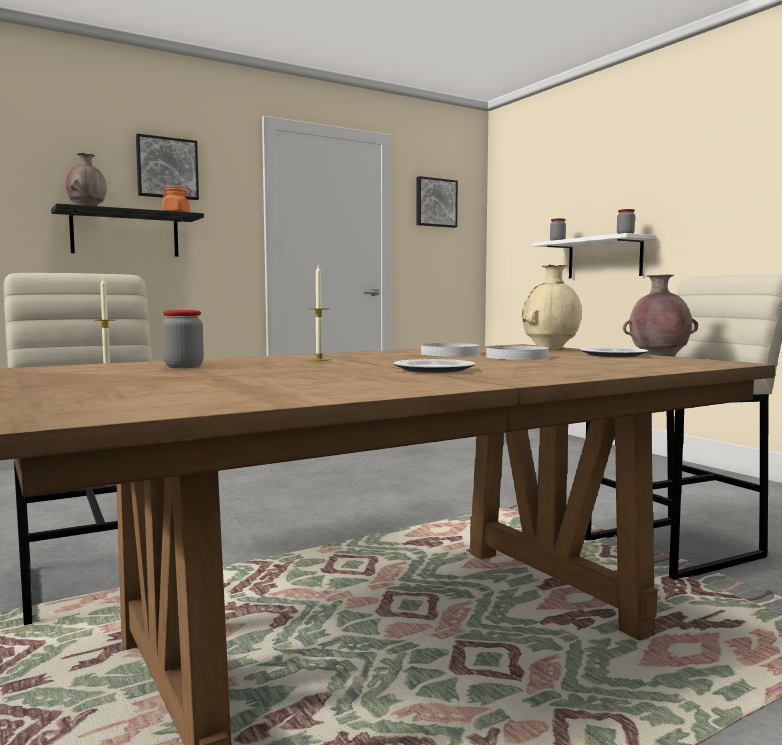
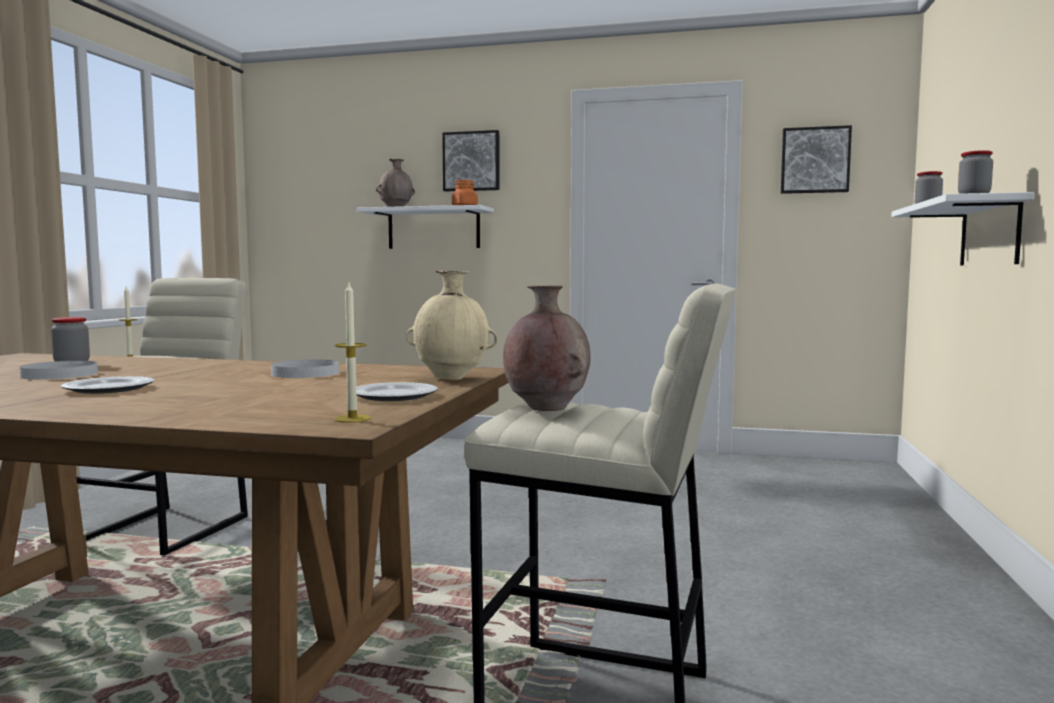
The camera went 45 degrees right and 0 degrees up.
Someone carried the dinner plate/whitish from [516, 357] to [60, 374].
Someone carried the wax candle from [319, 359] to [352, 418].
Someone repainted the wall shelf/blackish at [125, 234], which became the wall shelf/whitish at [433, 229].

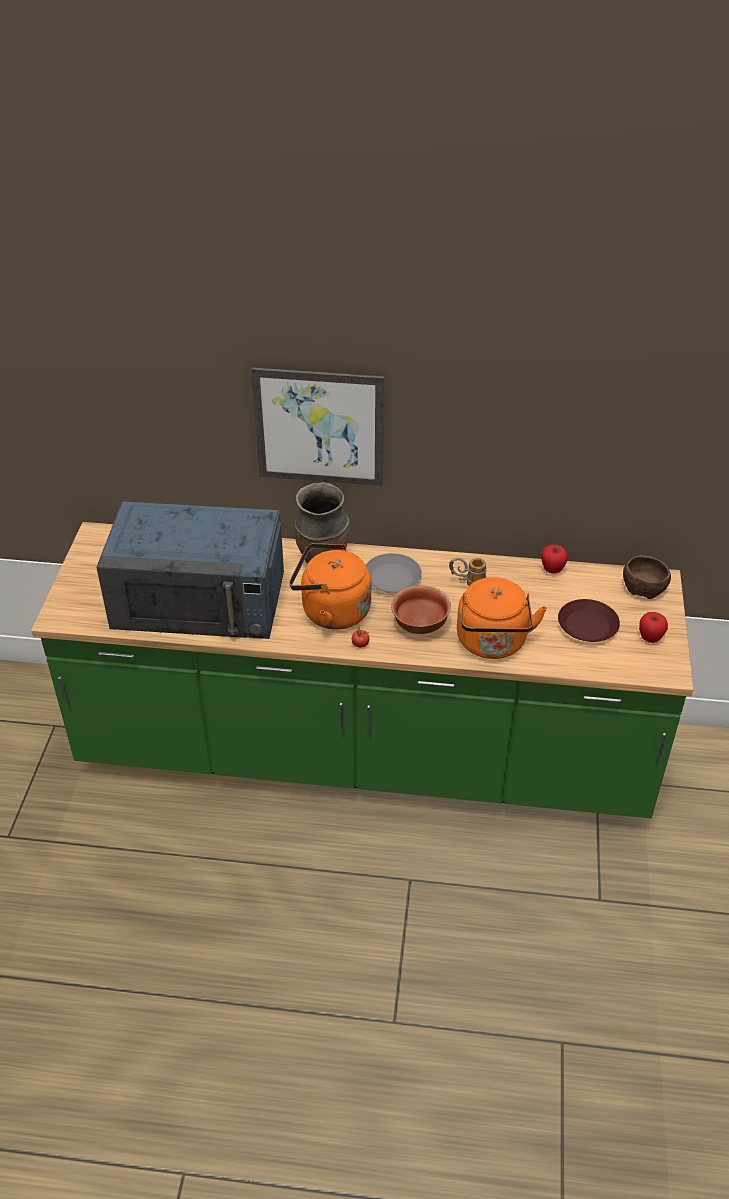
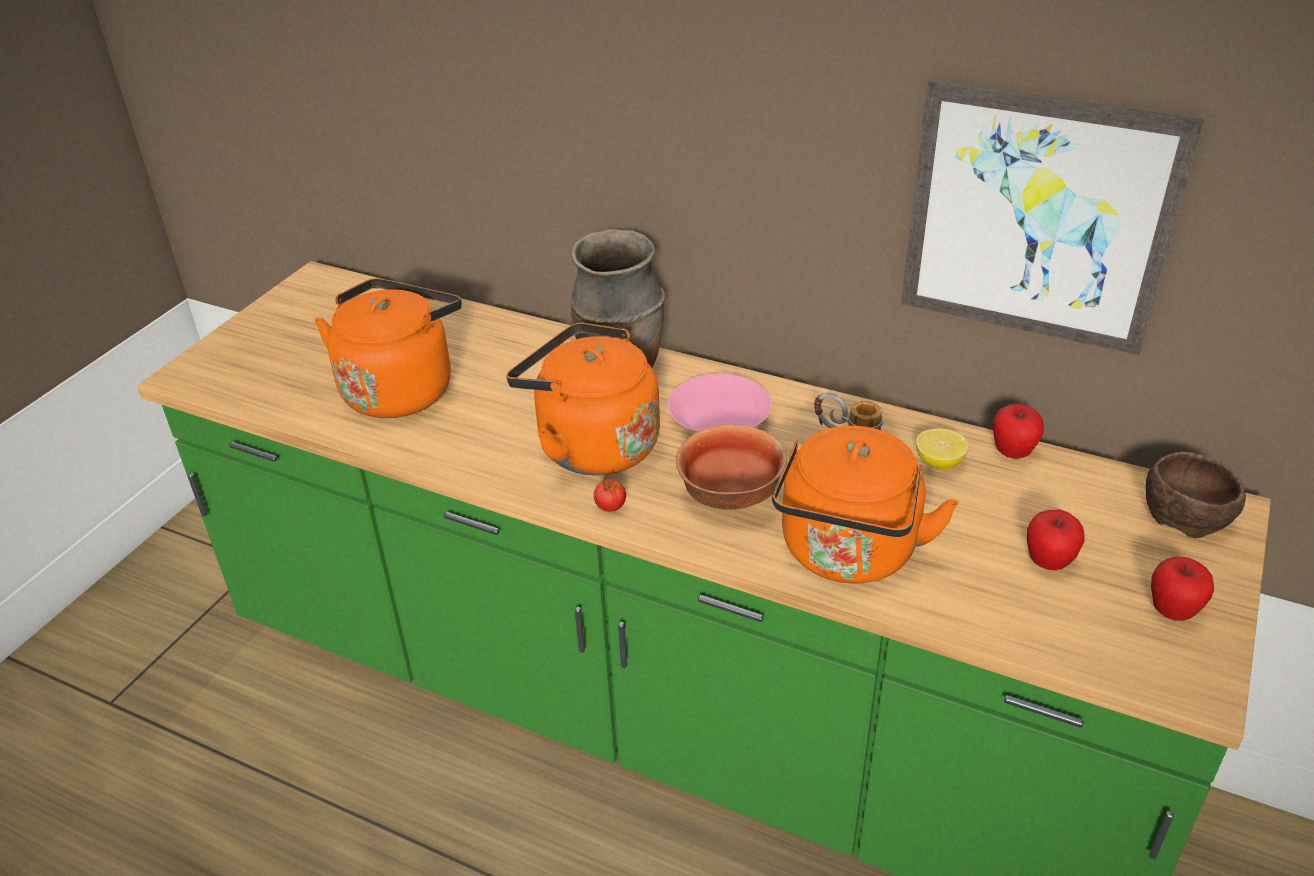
The camera went 20 degrees right and 5 degrees down.
Someone swapped the microwave oven/blue-coloured at [200, 599] for the tea kettle/orangey at [401, 388].
Someone repainted the dinner plate/greyish at [391, 578], which became the dinner plate/pink at [718, 414].
Someone carried the wall picture from [319, 427] to [1037, 219].
Someone put down the lemon at [939, 462].
Someone swapped the dinner plate/brown-coloured at [588, 626] for the apple at [1048, 562].

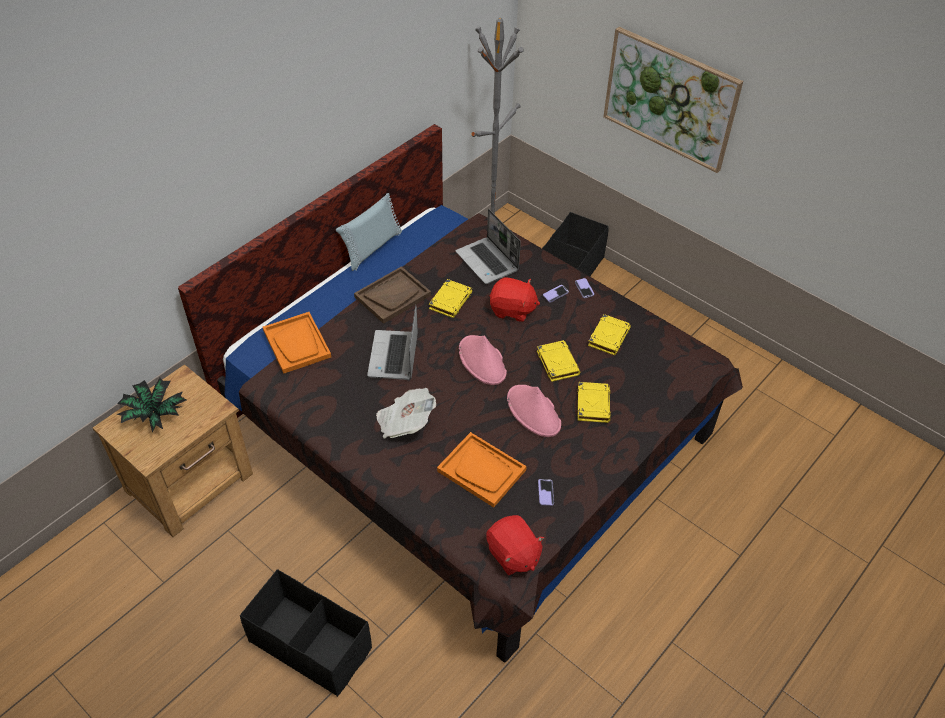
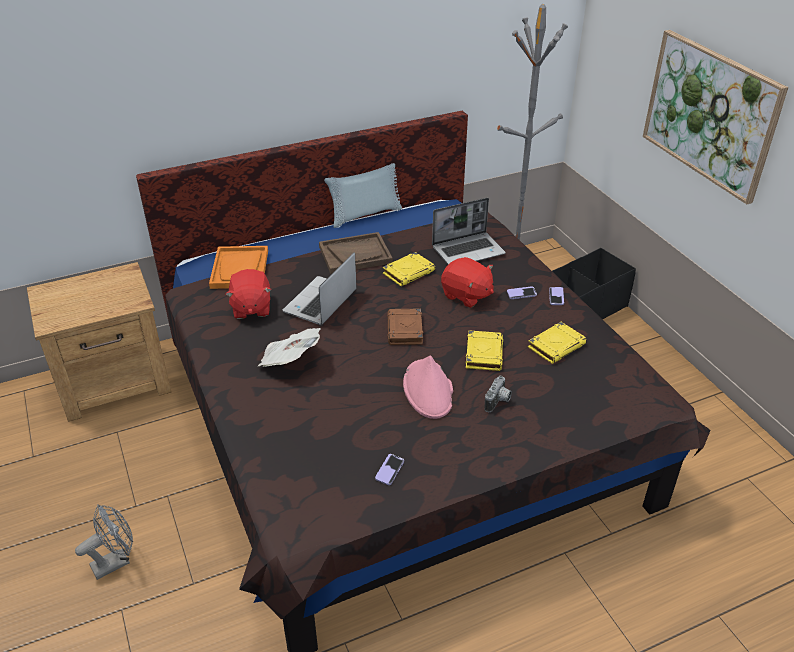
The camera went 25 degrees right and 10 degrees down.
Someone swapped the storage box/blackish at [311, 644] for the cooling fan/greyish at [116, 561].
Someone carried the soft toy/red from [513, 555] to [251, 308].
Someone swapped the clothing hat/pink at [482, 361] for the volume/brown-coloured at [405, 330].
Someone rotated the portable computer at [488, 262] by 105 degrees counterclockwise.
Someone swapped the volume/yellow at [593, 404] for the still camera at [498, 402].
Someone took away the potted plant at [154, 415].
Someone took away the tray/orangey at [482, 470].

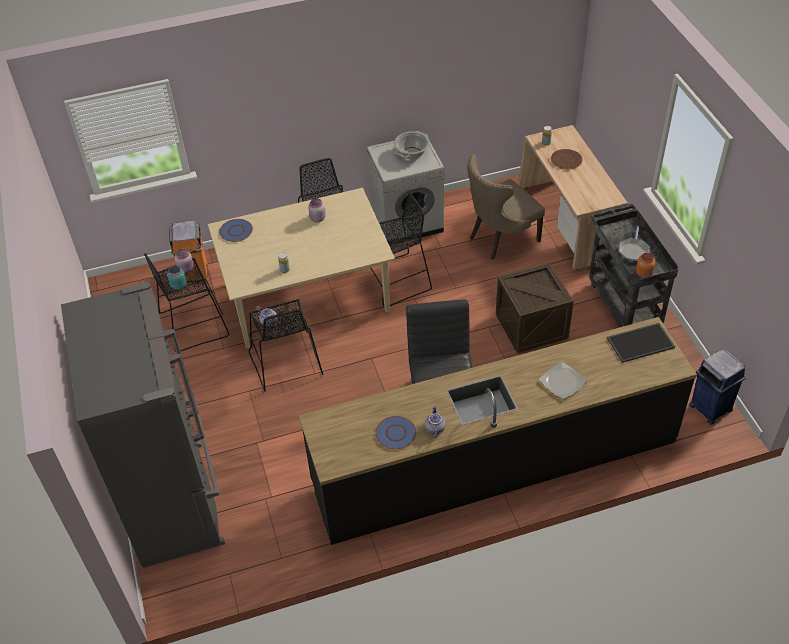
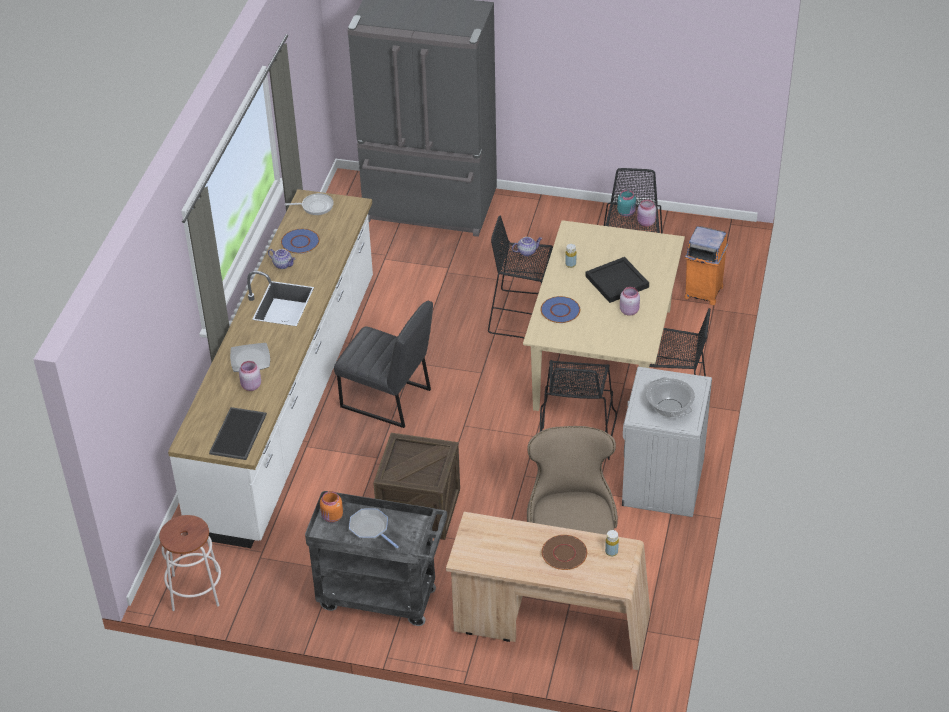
The camera went 120 degrees right and 5 degrees down.
Someone swapped the waste bin/blue-coloured at [710, 407] for the sitting stool/whitish at [195, 590].
Someone repainted the kitchen counter/blackish at [494, 462], which became the kitchen counter/whitish at [289, 402].
Someone put down the preserve jar/pink at [250, 386].
Someone put down the skillet at [315, 206].
Someone carried the dinner plate/blue-coloured from [236, 231] to [560, 310].
Someone put down the tray/blackish at [617, 281].

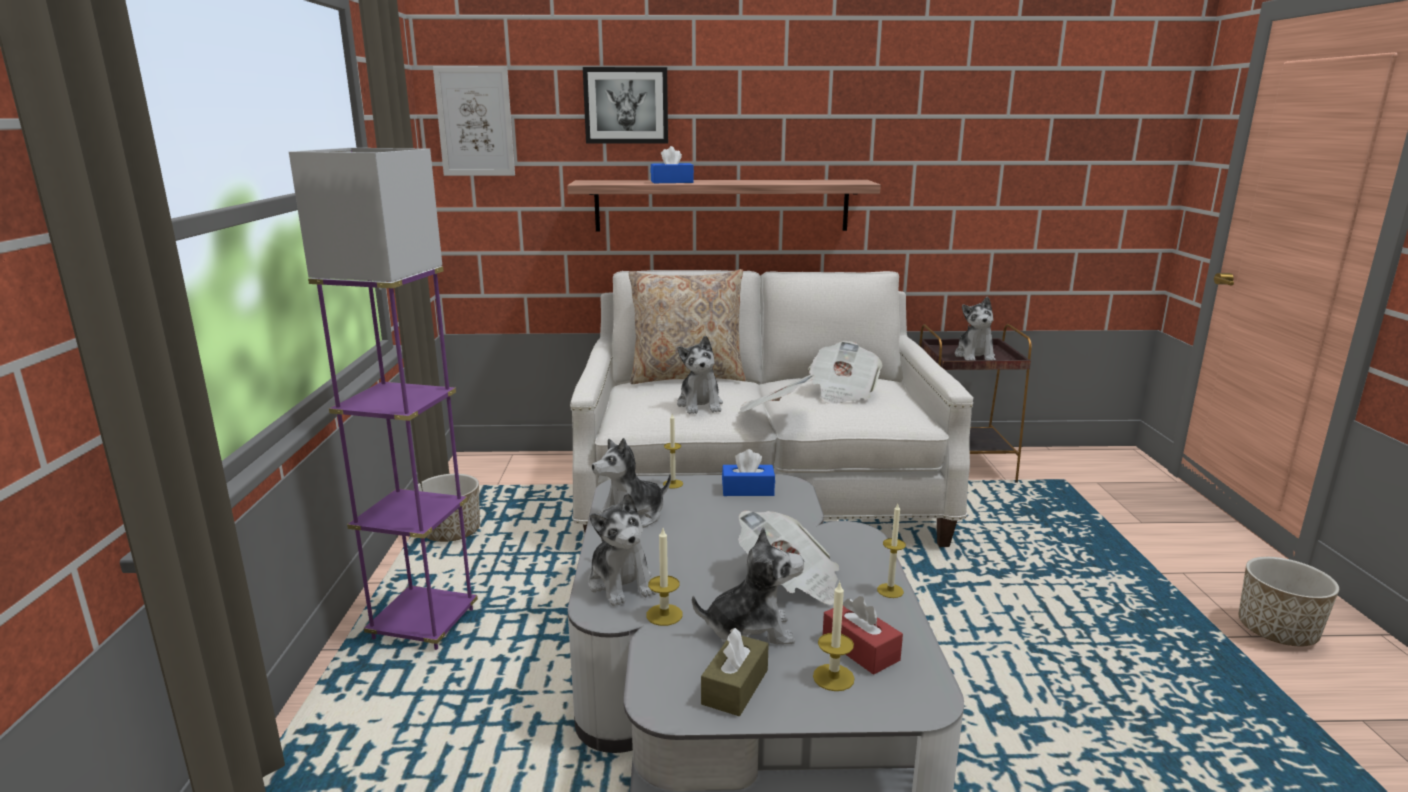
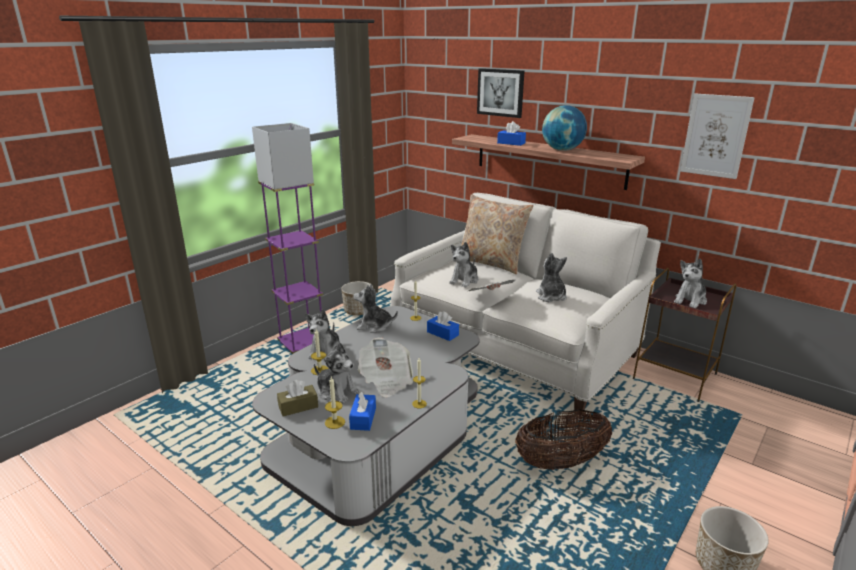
The camera went 40 degrees right and 5 degrees up.
Someone repainted the tissue box/red at [860, 649], which became the tissue box/blue-coloured at [363, 418].
Someone put down the household basket at [560, 462].
Someone swapped the newspaper at [842, 392] for the soft toy at [551, 297].
Someone put down the globe at [562, 150].
Someone carried the wall picture from [475, 122] to [715, 136].

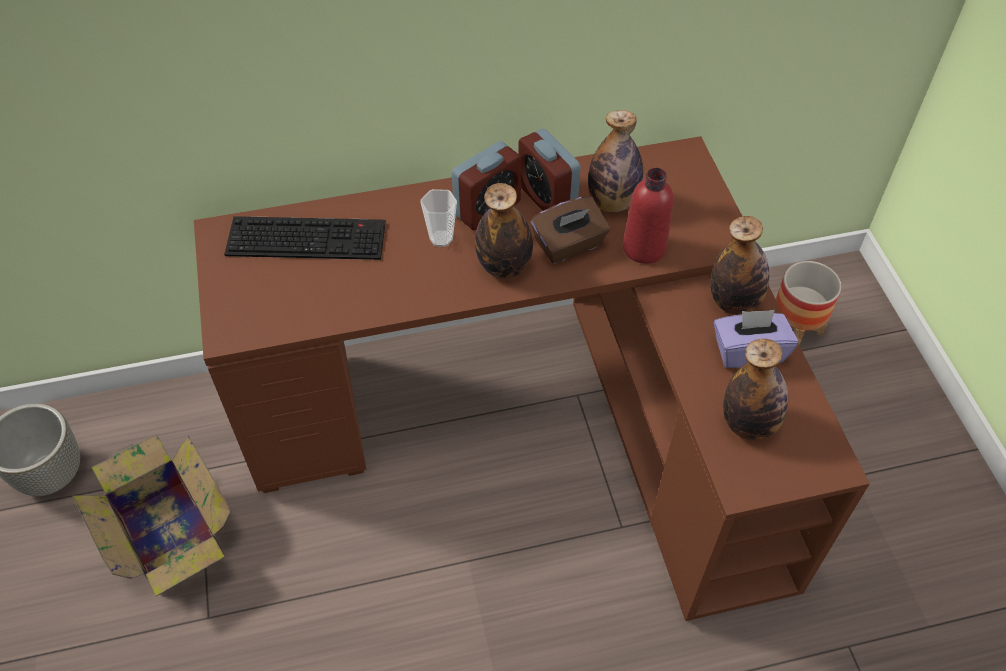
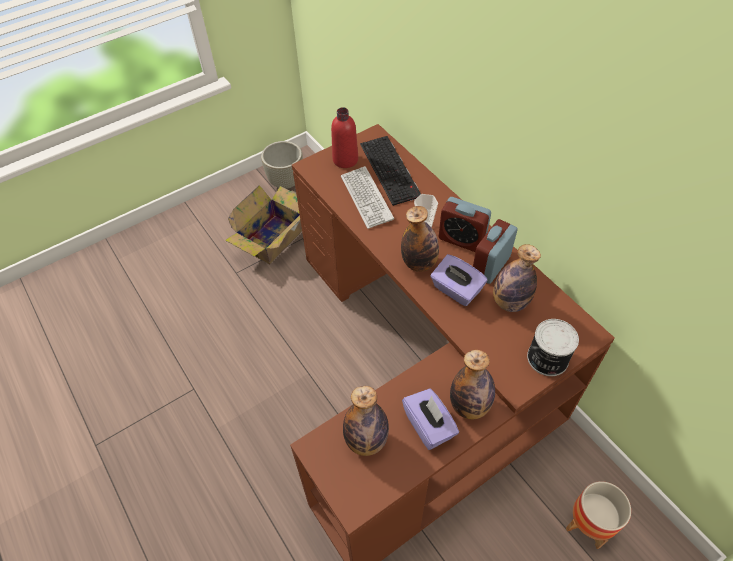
The camera went 70 degrees right and 0 degrees up.
Someone carried the drink bottle/red from [644, 248] to [345, 160].
Someone put down the computer keyboard at [366, 198].
Someone repainted the tissue box/brown-coloured at [569, 245], which became the tissue box/purple at [456, 290].
Someone put down the can at [547, 359].

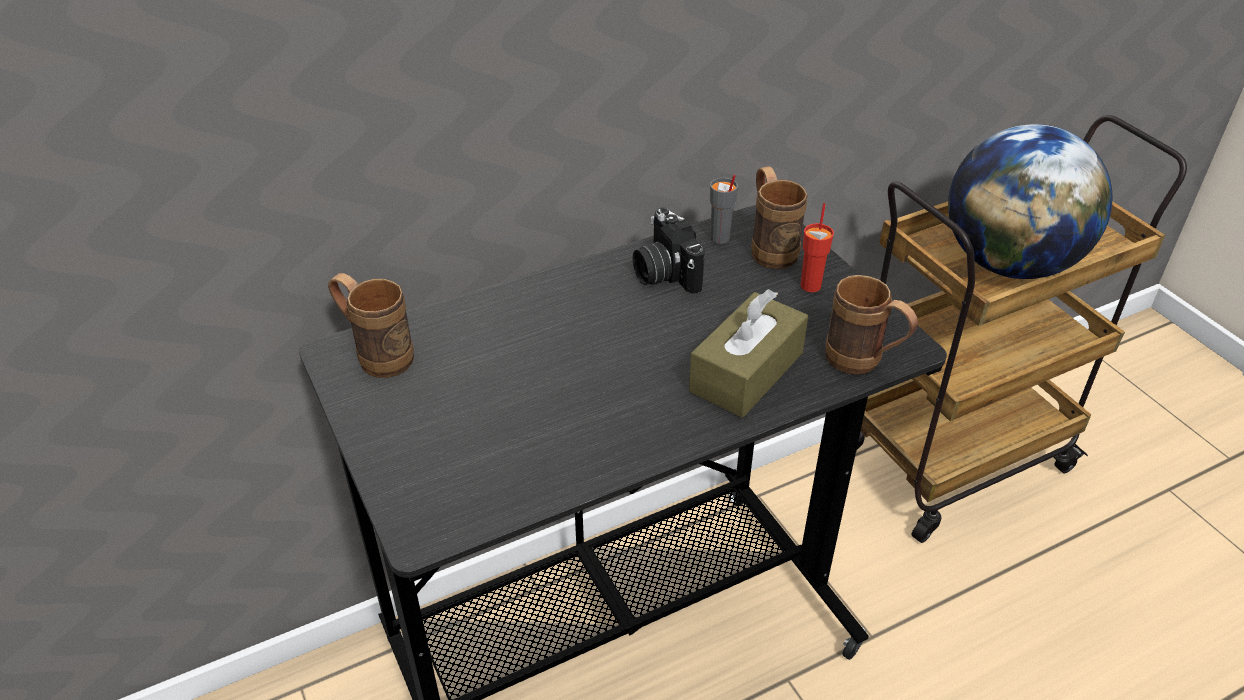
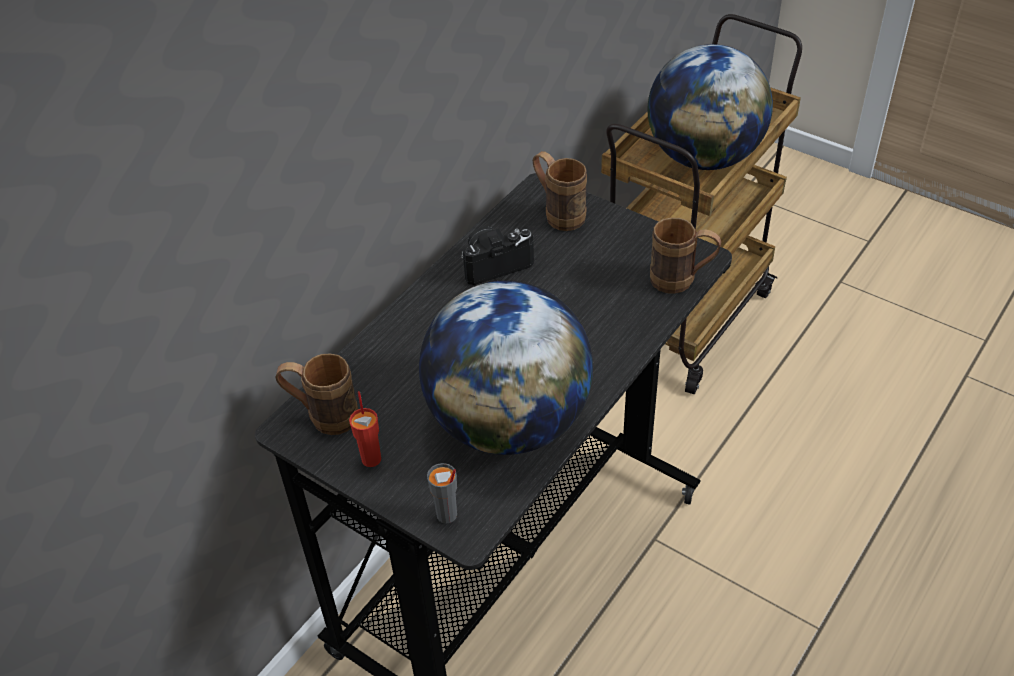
The camera went 25 degrees left and 5 degrees up.
Someone carried the drinking cup/red from [811, 285] to [371, 458].
Someone put down the globe at [508, 422].
Someone carried the drinking cup/greyish from [719, 238] to [447, 515].
Someone rotated the still camera at [664, 273] by 120 degrees clockwise.
Someone took away the tissue box/brown-coloured at [746, 372].

